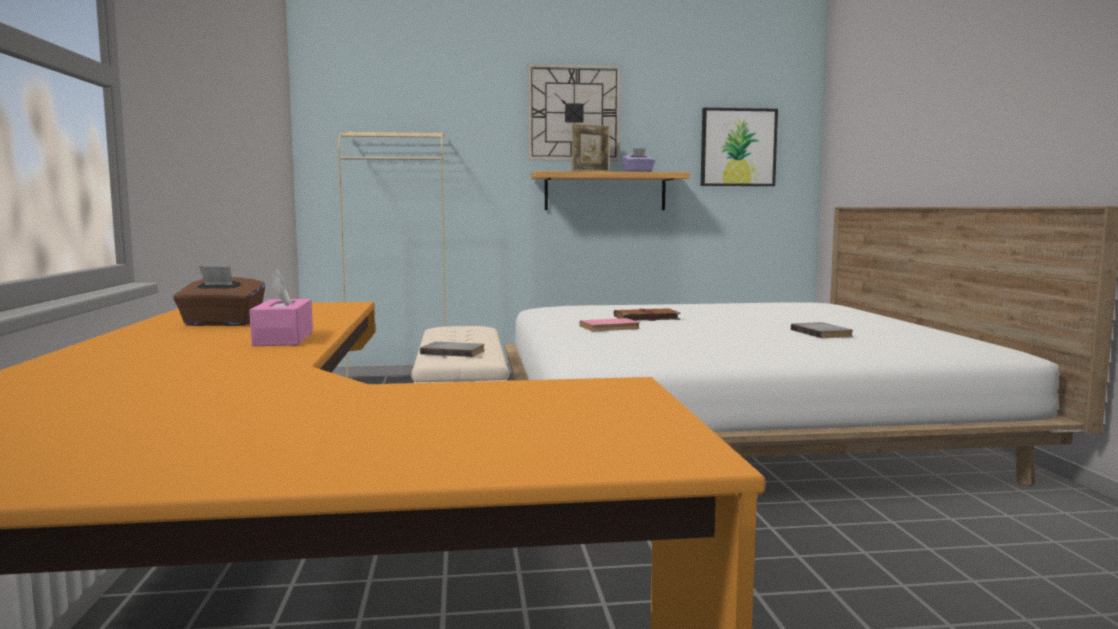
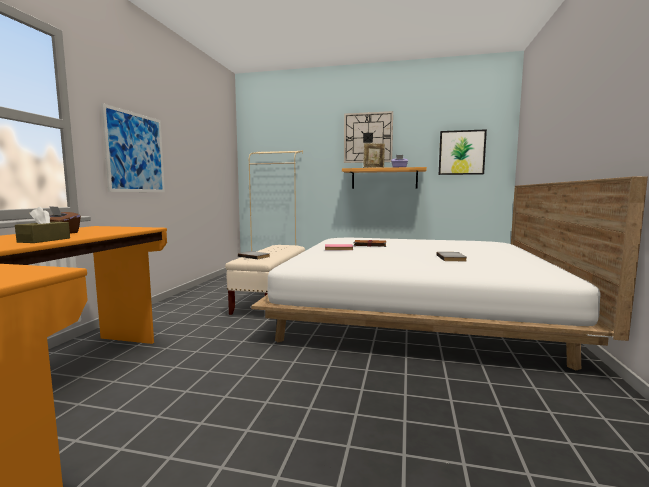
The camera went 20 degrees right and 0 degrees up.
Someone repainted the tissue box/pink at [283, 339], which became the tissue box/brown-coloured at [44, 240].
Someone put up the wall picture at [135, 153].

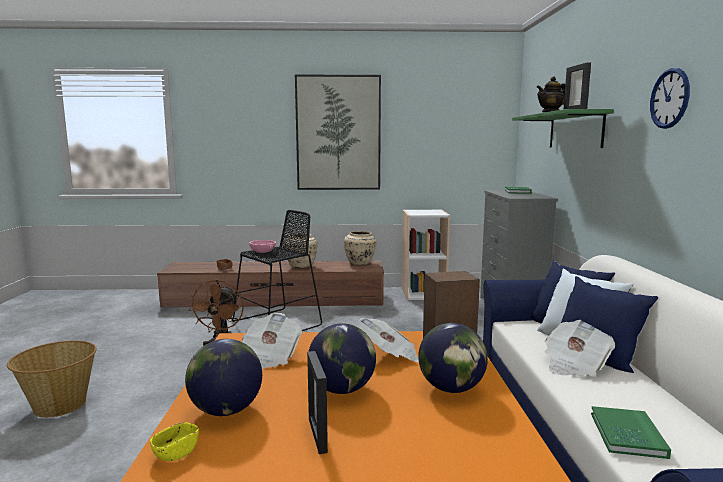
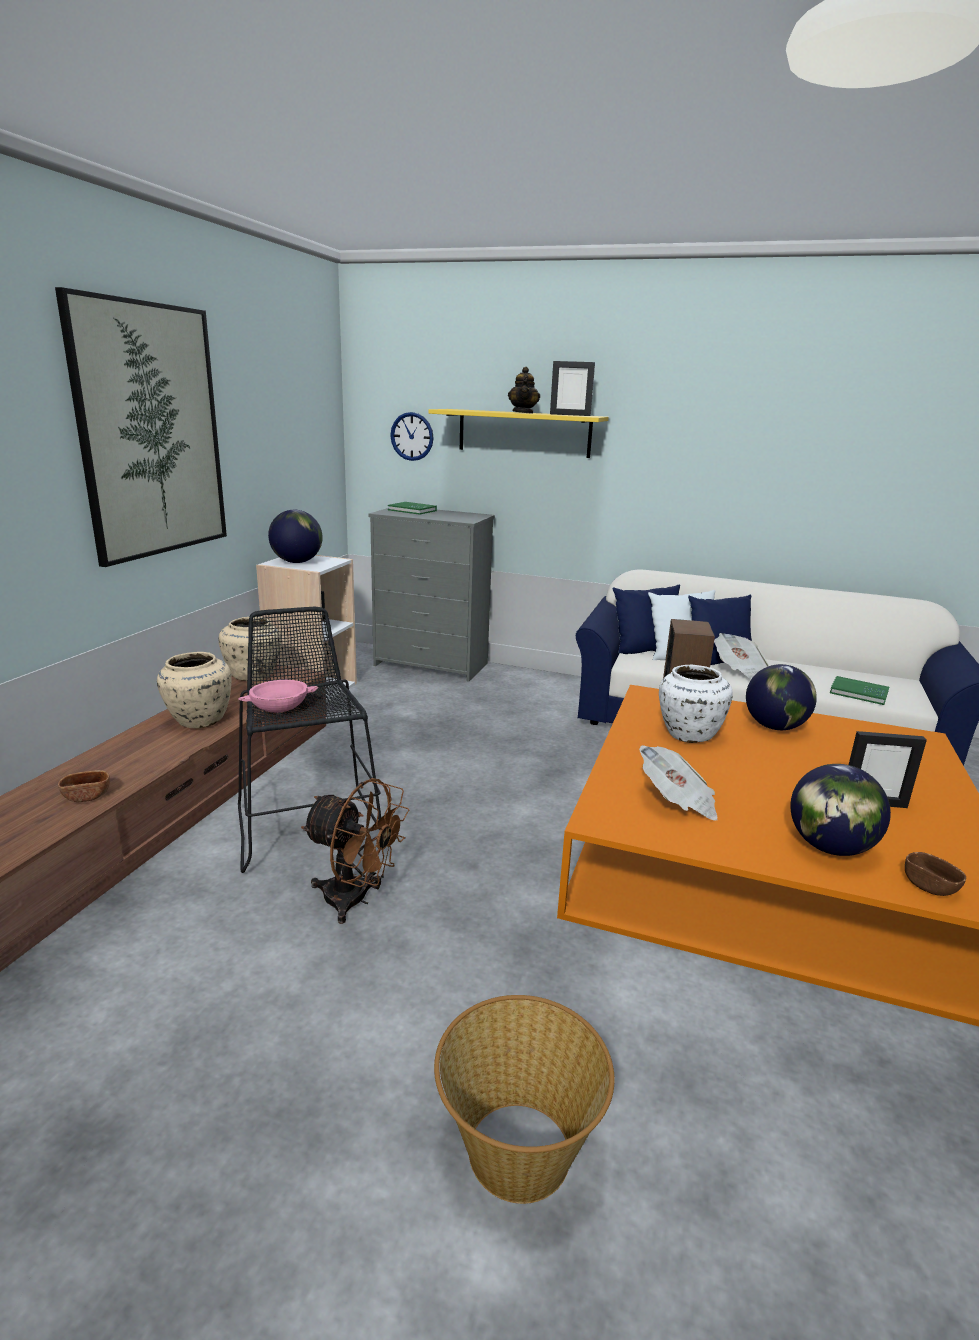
The camera went 70 degrees left and 10 degrees up.
Someone carried the globe from [342, 389] to [297, 562].
Someone carried the hanging clock from [669, 98] to [412, 436].
Someone repainted the wall shelf/green-coloured at [575, 131], which became the wall shelf/yellow at [524, 433].
Someone swapped the newspaper at [390, 355] for the decorative vase/whitish at [688, 734].
Someone repainted the bowl/yellow at [176, 453], which became the bowl/brown-coloured at [929, 886].

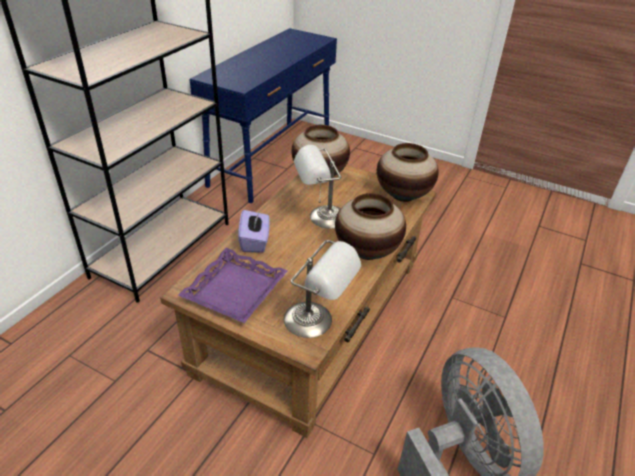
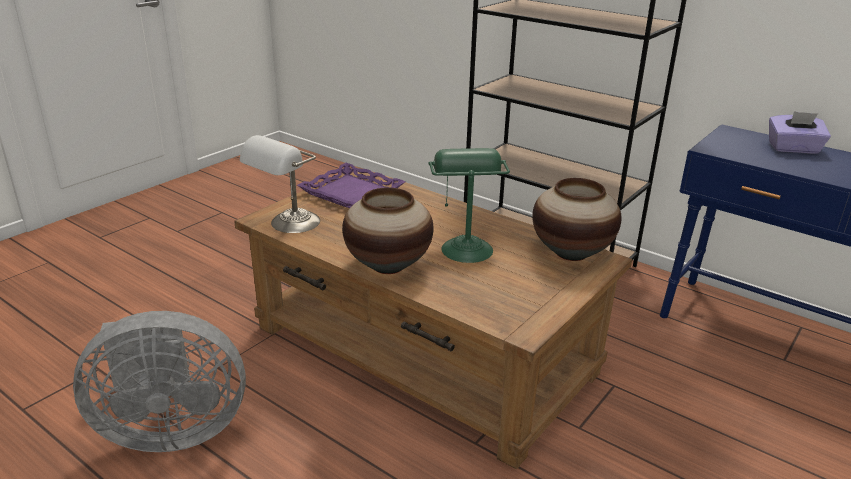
The camera went 100 degrees right and 10 degrees down.
Someone repainted the lamp for a table/whitish at [321, 218], which became the lamp for a table/green-coloured at [464, 244].
Someone carried the tissue box/purple from [255, 241] to [793, 149].
Someone took away the decorative vase at [403, 195].

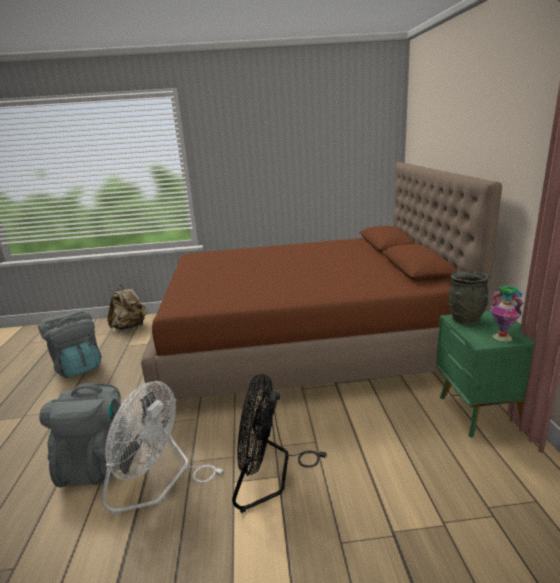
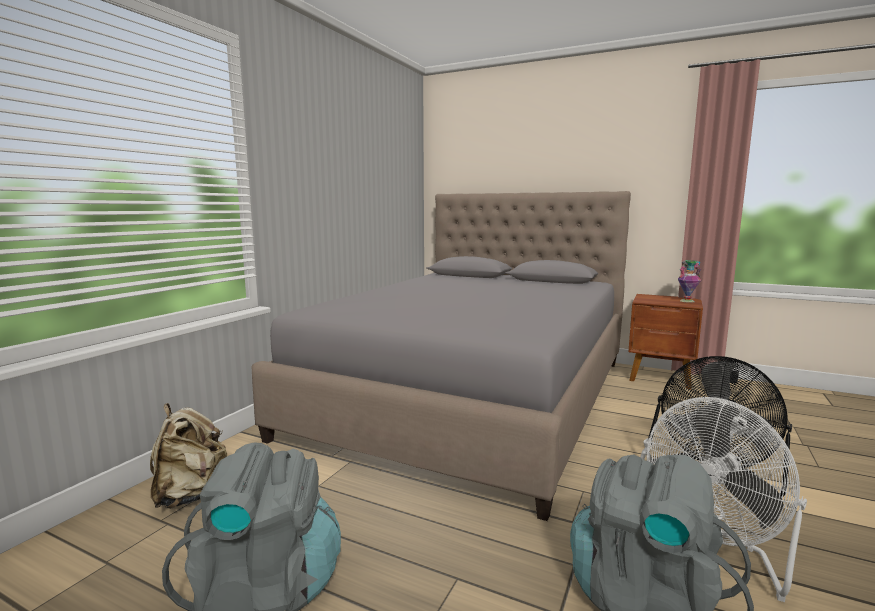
The camera went 60 degrees left and 10 degrees down.
Someone repainted the bedroom bed/brown-coloured at [304, 343], which became the bedroom bed/greyish at [473, 395].
Someone repainted the night table/green-coloured at [480, 413], which became the night table/brown-coloured at [661, 378].
Someone took away the decorative vase/greyish at [466, 320].

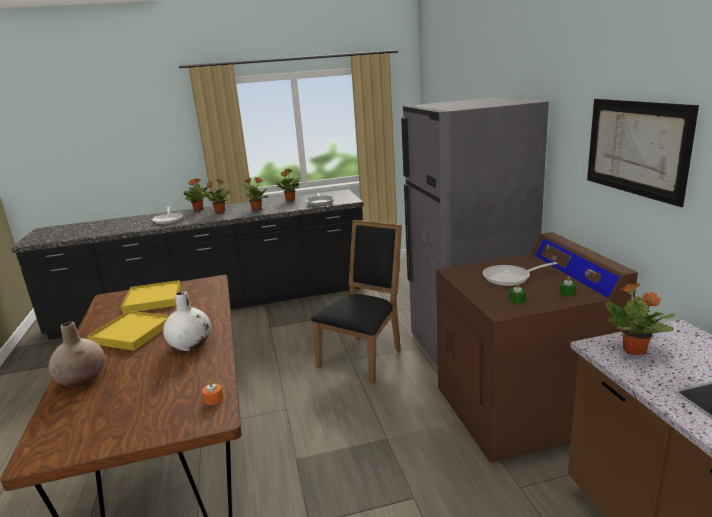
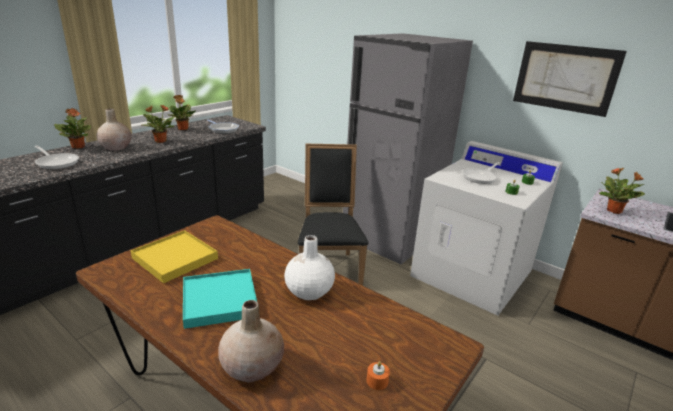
The camera went 40 degrees left and 5 degrees up.
Someone swapped the potted plant at [219, 212] for the decorative vase/sand-coloured at [116, 147].
Someone repainted the tray/yellow at [132, 333], which became the tray/turquoise-coloured at [219, 300].
Someone carried the wax candle/orangey from [213, 399] to [377, 381].
Someone repainted the laundry machine/brown-coloured at [520, 408], which became the laundry machine/whitish at [472, 273].

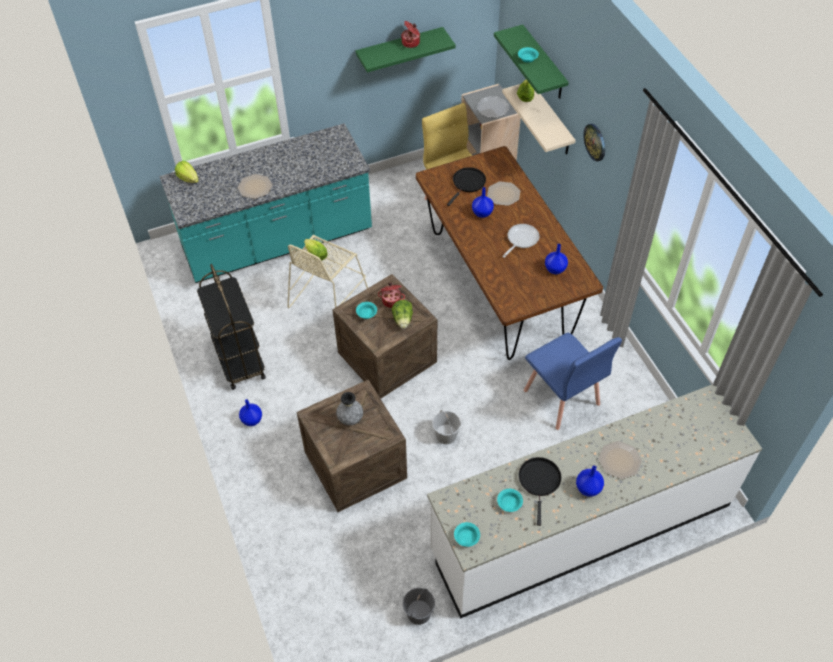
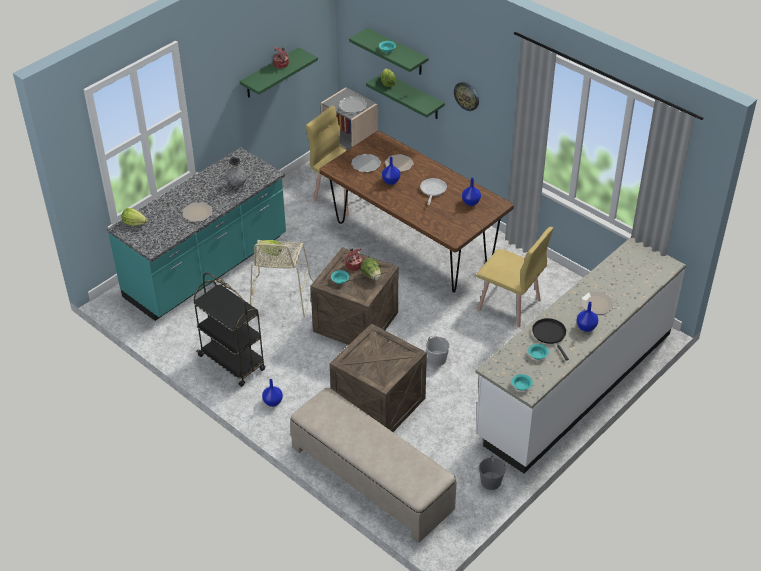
The camera went 25 degrees left and 10 degrees down.
Someone carried the decorative vase/greyish from [350, 419] to [237, 185].
Someone put down the long seat/sand-coloured at [370, 477].
Someone swapped the skillet/blackish at [468, 183] for the dinner plate at [366, 164].
Someone repainted the wall shelf/sand-coloured at [551, 120], which became the wall shelf/green-coloured at [413, 96].
Someone repainted the plain chair/blue-coloured at [561, 398], which became the plain chair/yellow at [509, 305].

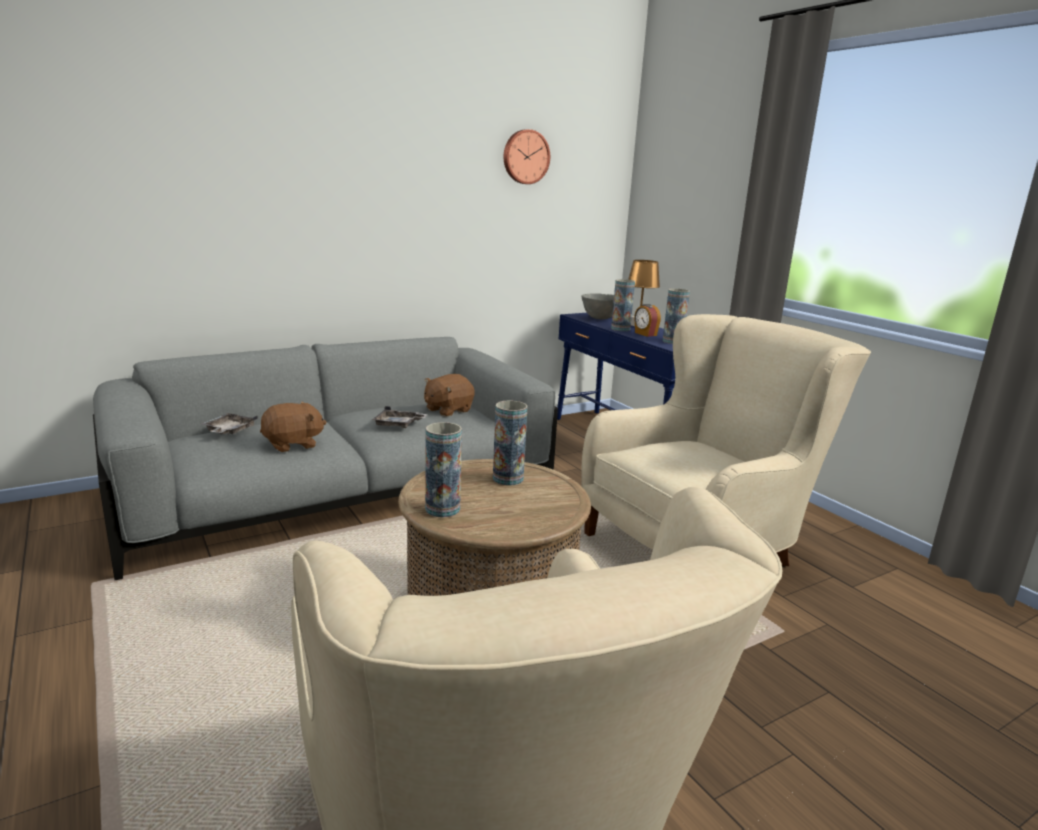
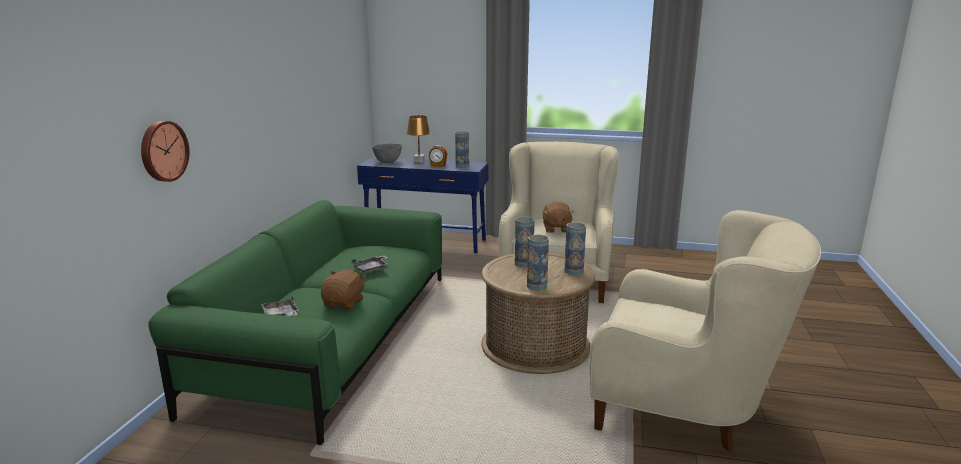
The camera went 45 degrees left and 0 degrees up.
Someone carried the hanging clock from [525, 157] to [163, 151].
Someone repainted the sofa/greyish at [340, 489], which became the sofa/green-coloured at [330, 335].
Someone carried the soft toy/brown-coloured from [448, 410] to [556, 229].
Someone carried the decorative vase from [620, 329] to [574, 271].

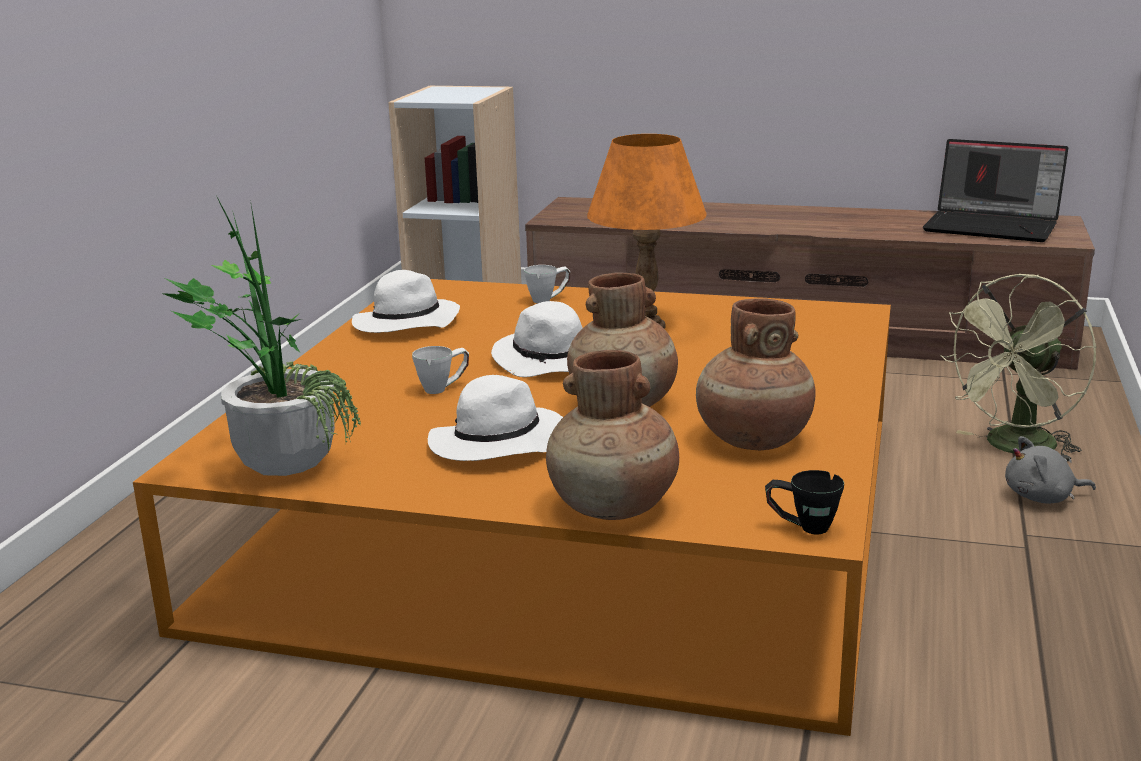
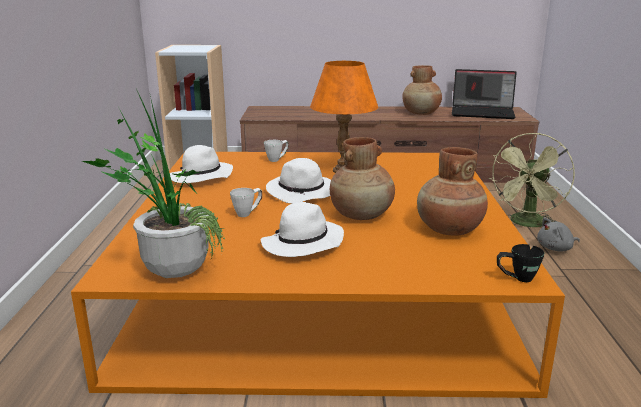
The camera went 15 degrees left and 0 degrees up.
Someone carried the decorative vase/brown-coloured from [614, 507] to [421, 113].

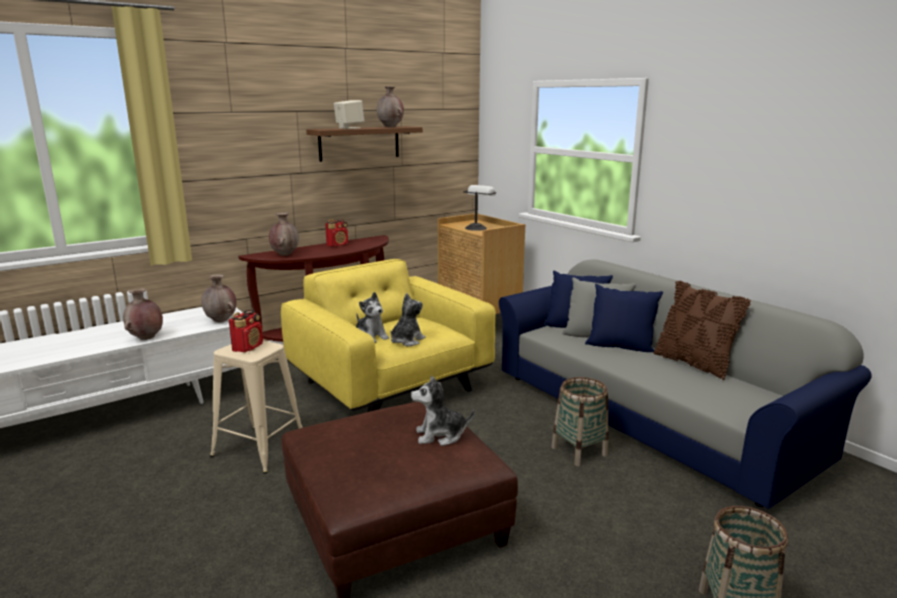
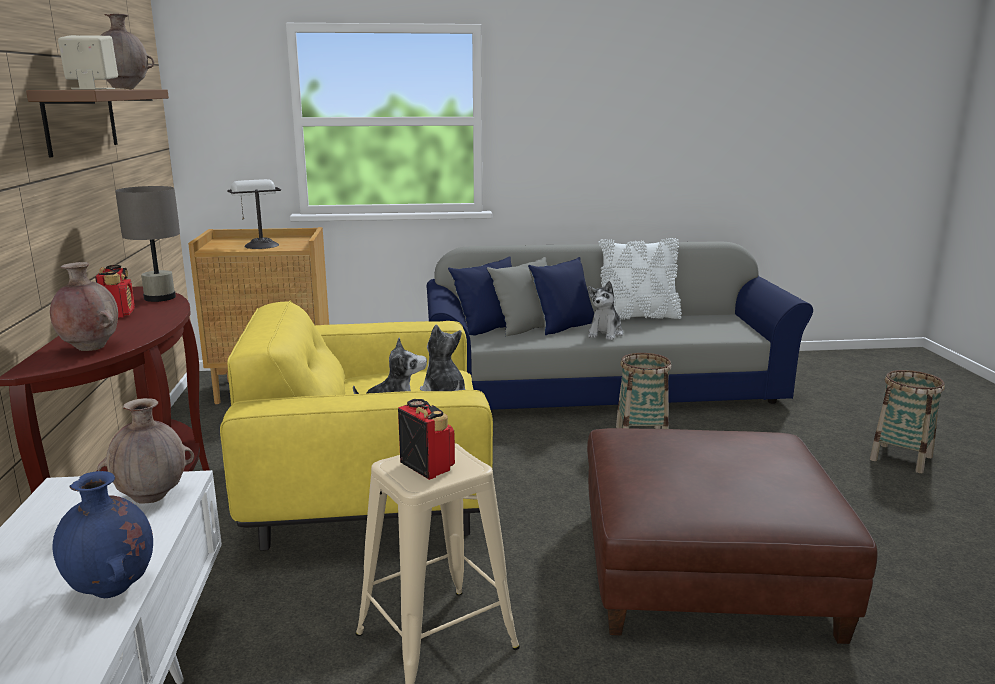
The camera went 60 degrees left and 0 degrees up.
Someone repainted the decorative vase/brown-coloured at [146, 338], which became the decorative vase/blue-coloured at [113, 590].
Someone put down the lamp for a table/greyish at [160, 297].
Someone carried the soft toy from [440, 435] to [605, 334].
Someone repainted the throw pillow/brown-coloured at [694, 364], which became the throw pillow/whitish at [638, 317].

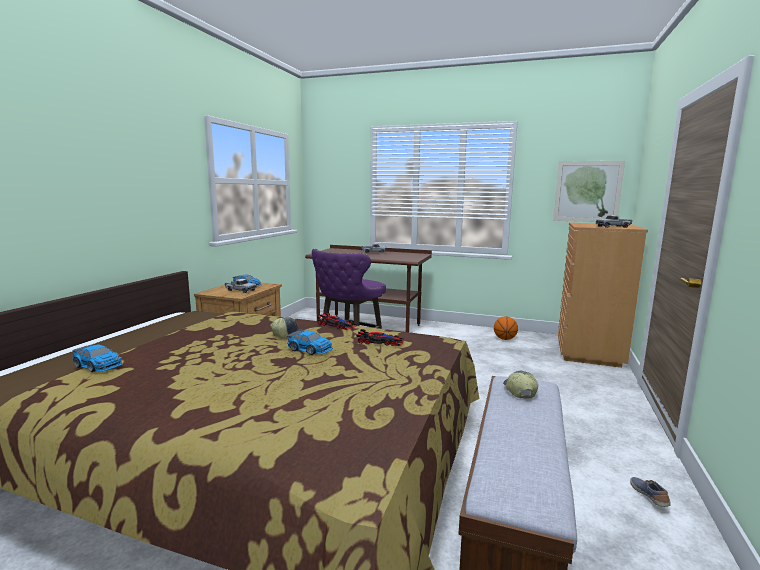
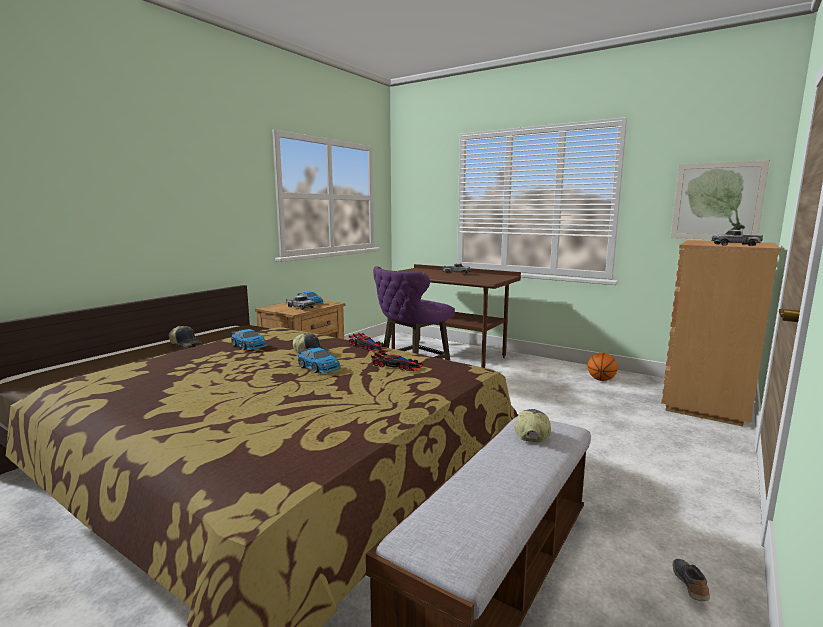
The camera went 15 degrees right and 0 degrees up.
Someone put down the baseball cap at [186, 344].
Someone carried the toy car from [98, 365] to [249, 346].

